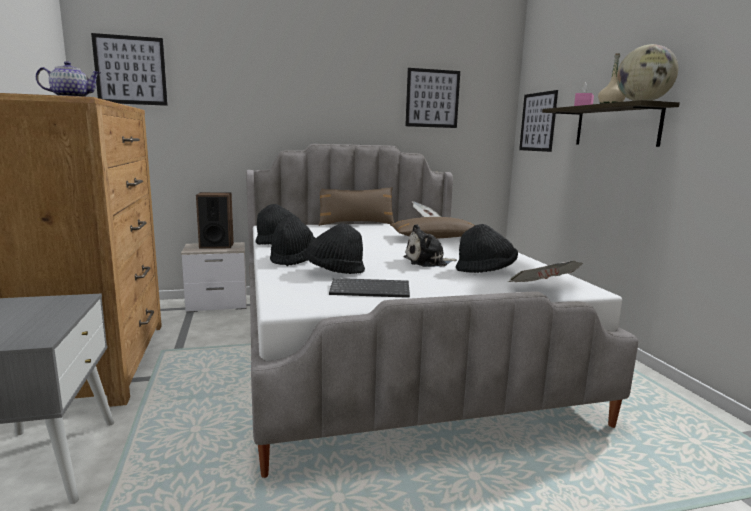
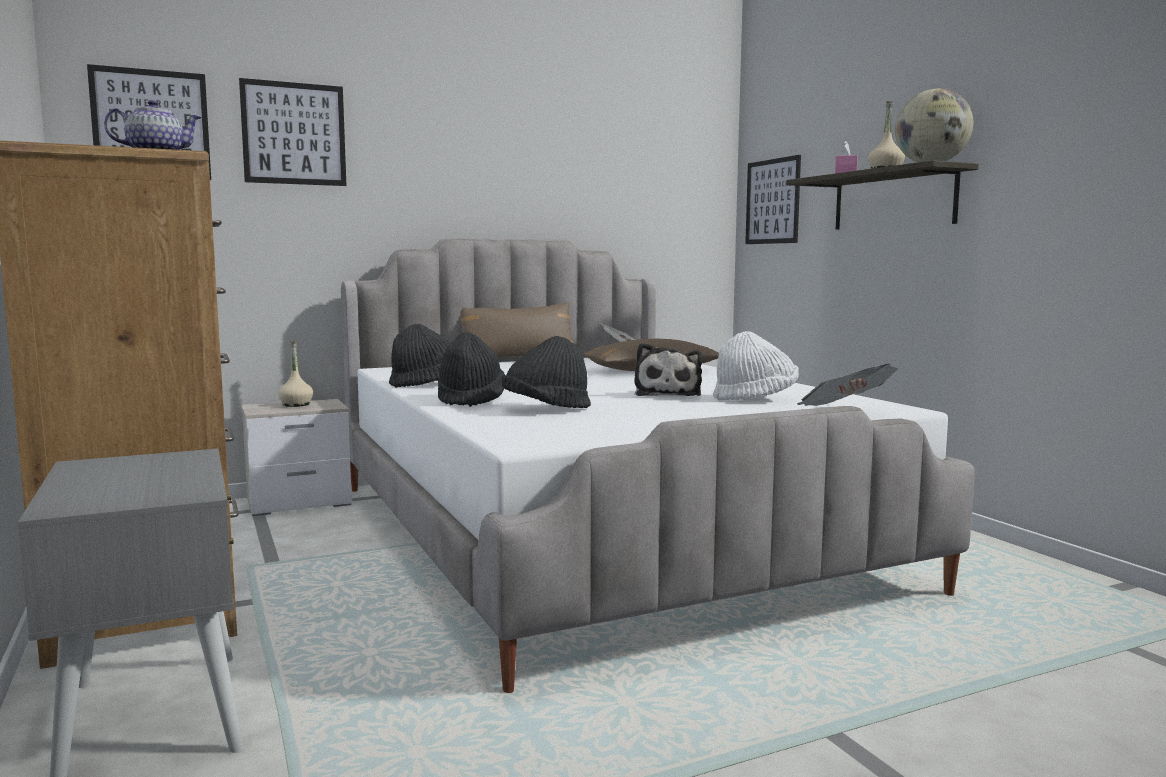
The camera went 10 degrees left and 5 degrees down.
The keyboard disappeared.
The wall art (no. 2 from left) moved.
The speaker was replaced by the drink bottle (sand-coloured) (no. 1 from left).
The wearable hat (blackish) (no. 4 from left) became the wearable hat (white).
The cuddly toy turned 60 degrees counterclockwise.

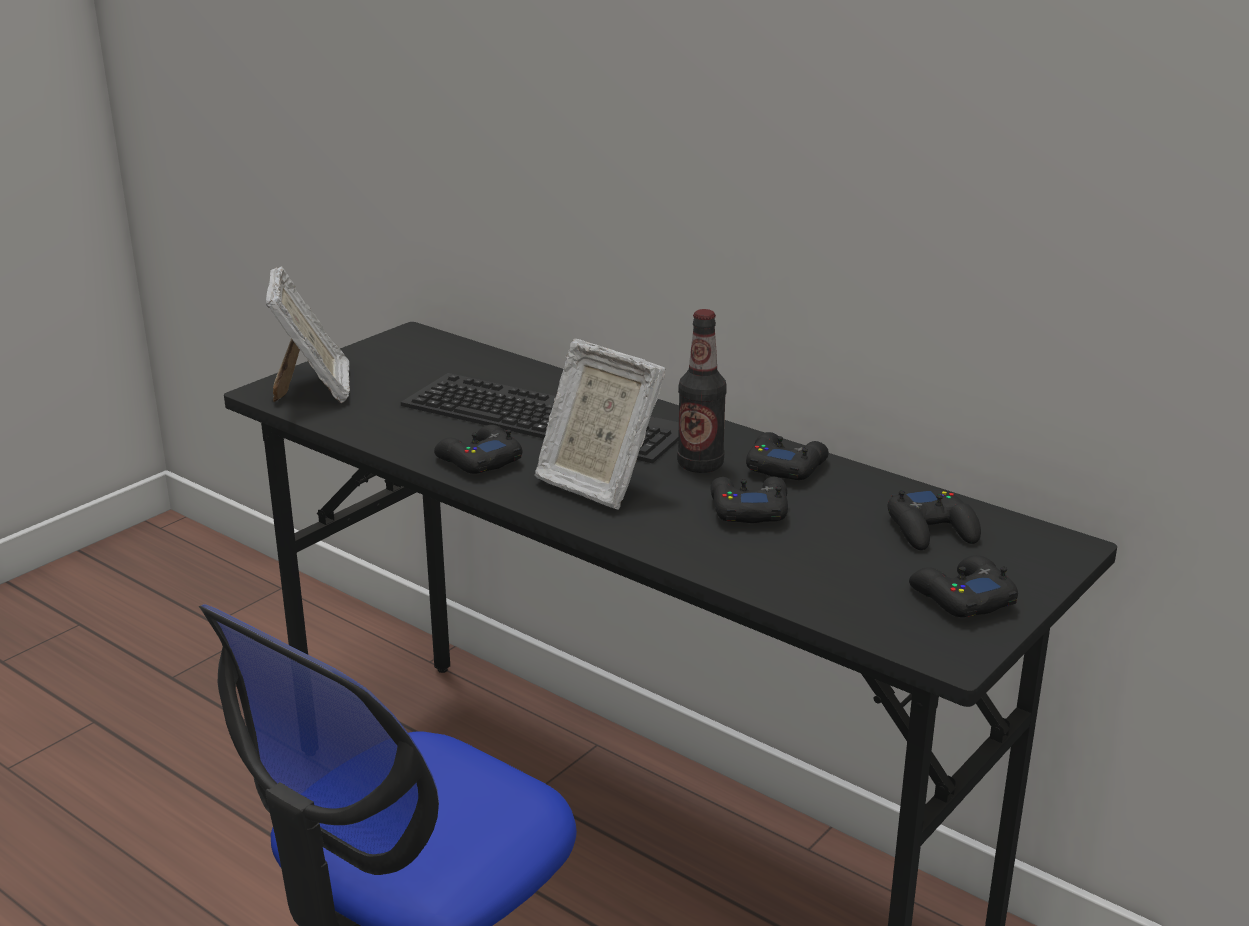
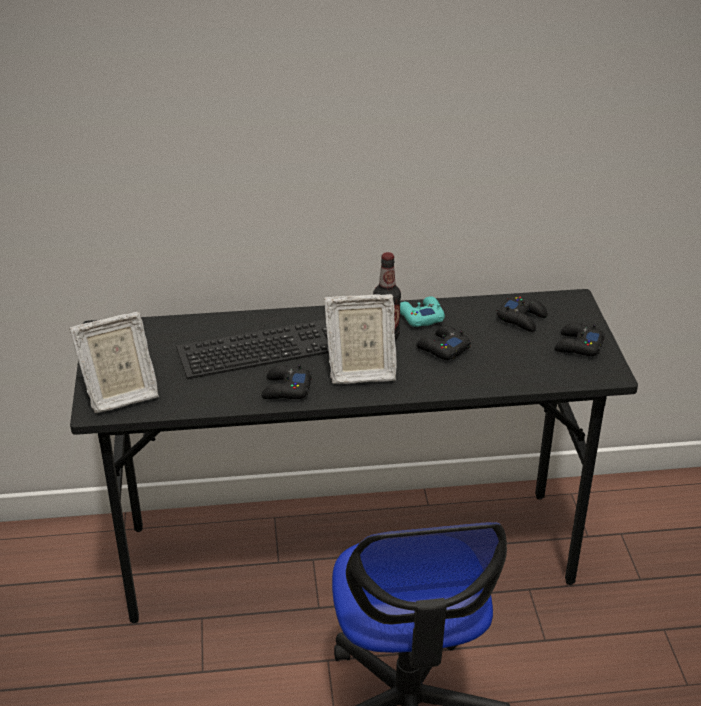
The camera went 45 degrees left and 10 degrees up.
The joypad (blackish) (no. 3 from left) became the joypad (turquoise).
The standing frame (no. 1 from left) turned 120 degrees clockwise.

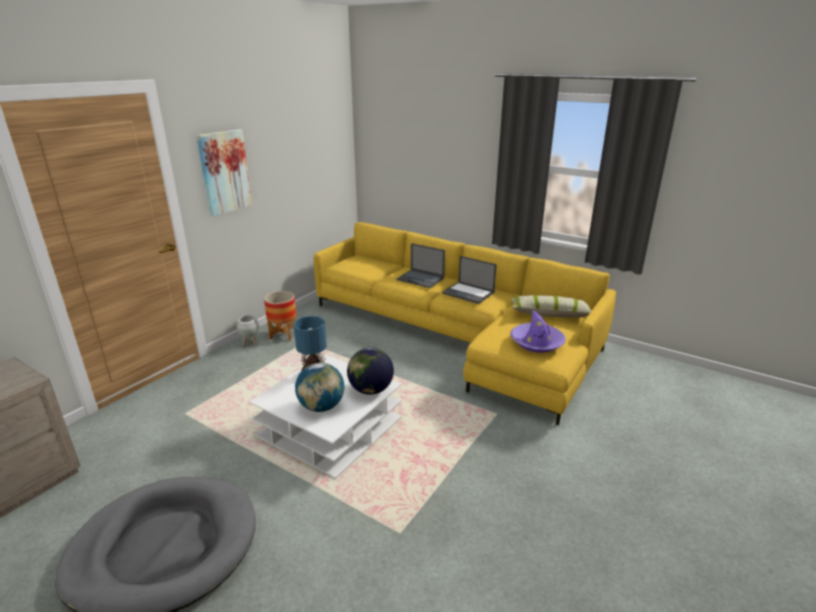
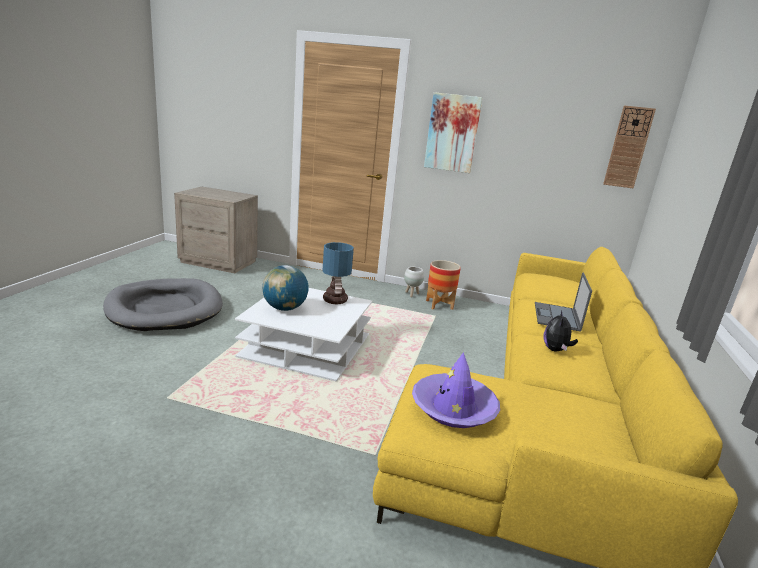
The camera went 70 degrees right and 5 degrees down.
The desk globe (no. 2 from left) disappeared.
The pillow disappeared.
The hanging clock appeared.
The laptop (no. 2 from left) was replaced by the cuddly toy.

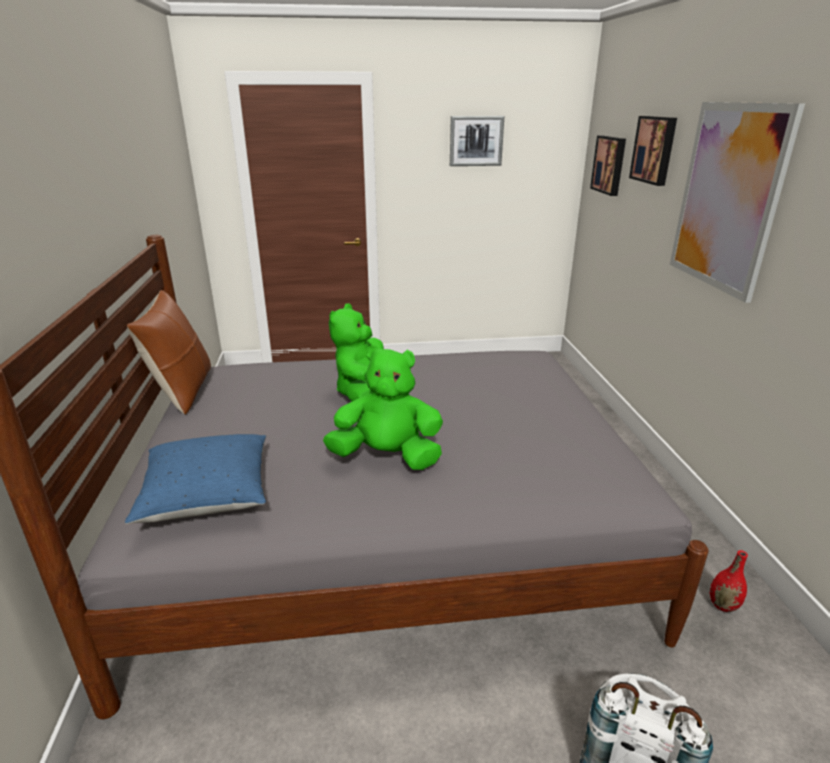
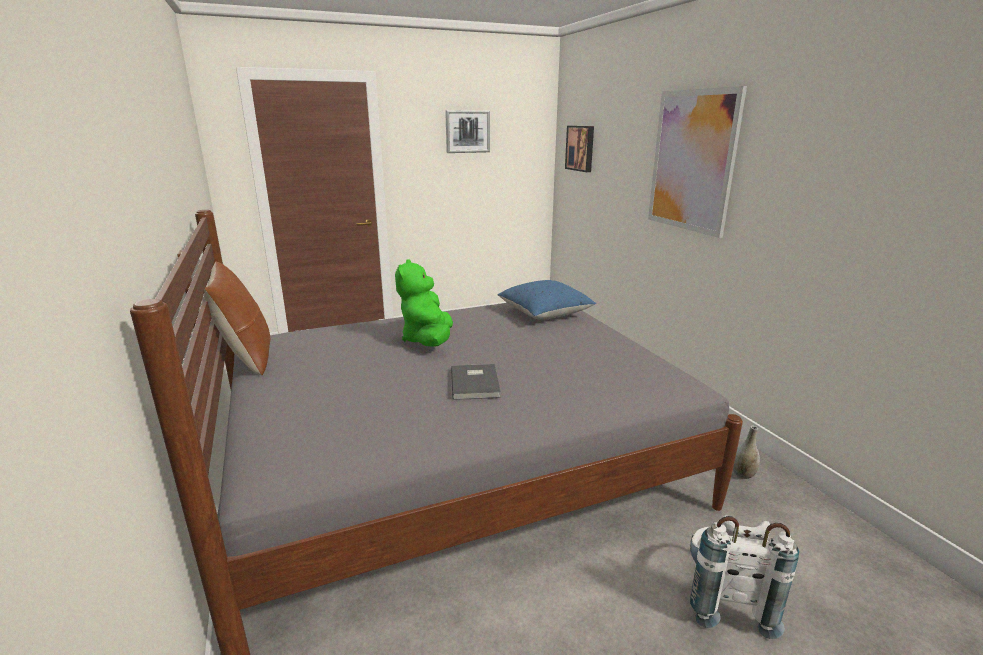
The camera went 15 degrees left and 5 degrees down.
The wall art (no. 3 from left) disappeared.
The pillow (bluish) moved.
The cuddly toy (green-coloured) (no. 2 from left) was replaced by the bound book (gray).
The decorative vase (reddish) became the decorative vase (gray).

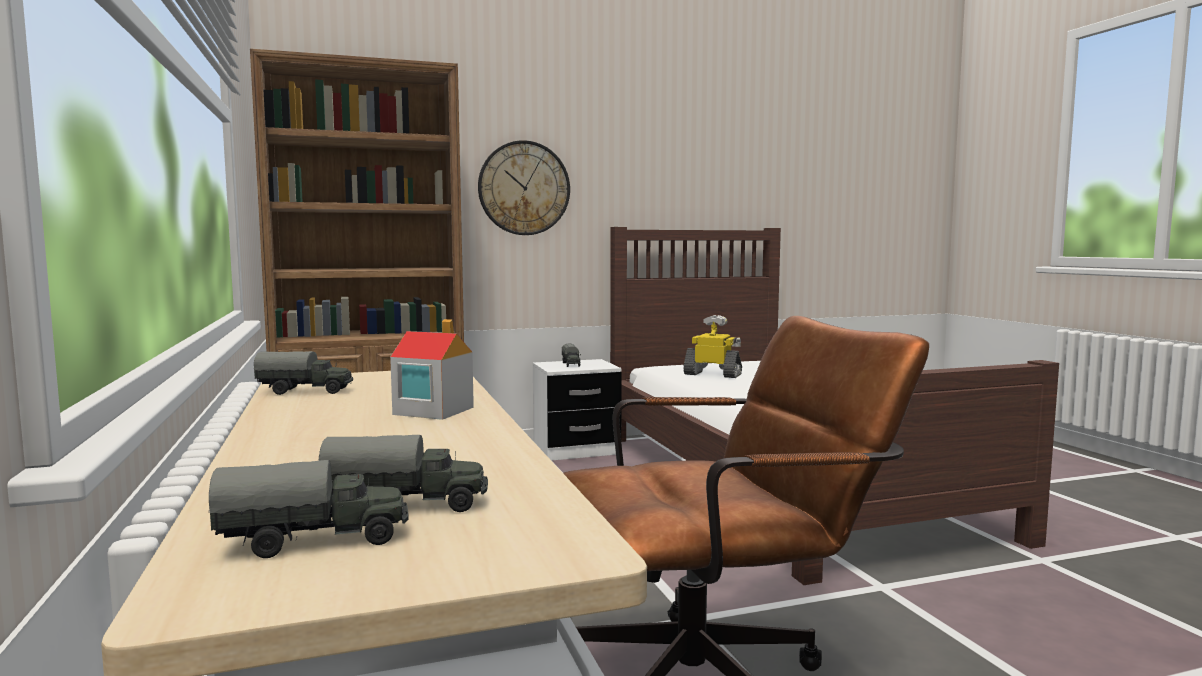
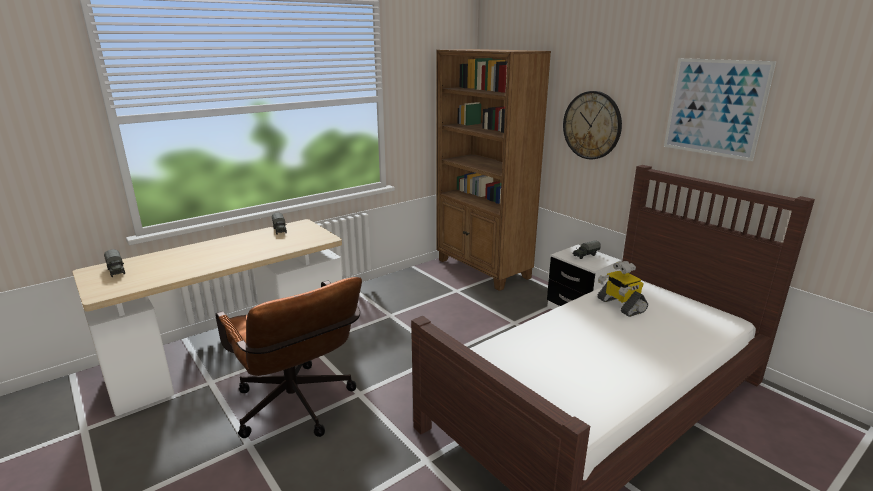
The camera went 70 degrees right and 15 degrees up.
The toy truck (no. 3 from left) disappeared.
The model house disappeared.
The wall art appeared.
The robot figure turned 150 degrees clockwise.

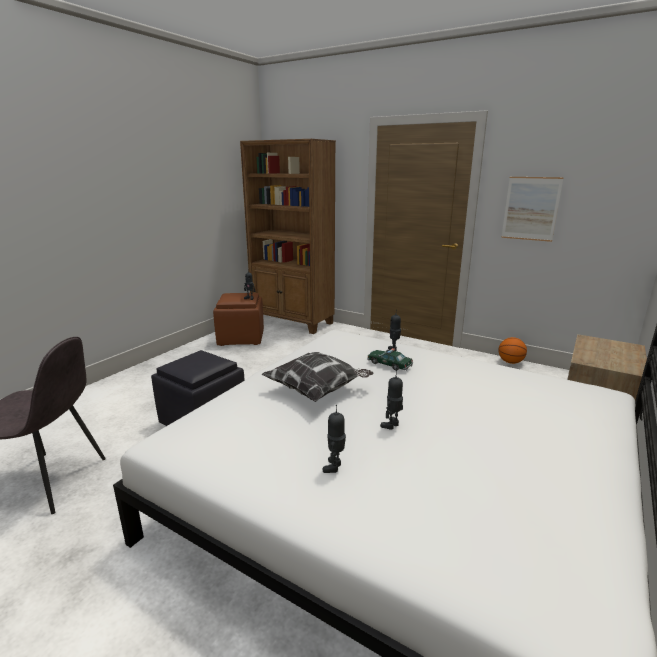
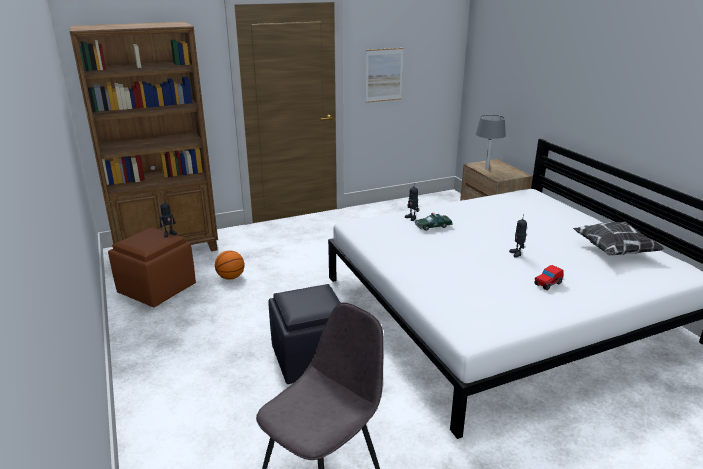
The camera went 55 degrees left and 5 degrees up.
The tabletop lamp (gray) appeared.
The pillow moved.
The ball for basketball moved.
The robot figure (no. 2 from left) was replaced by the model car (no. 2 from left).

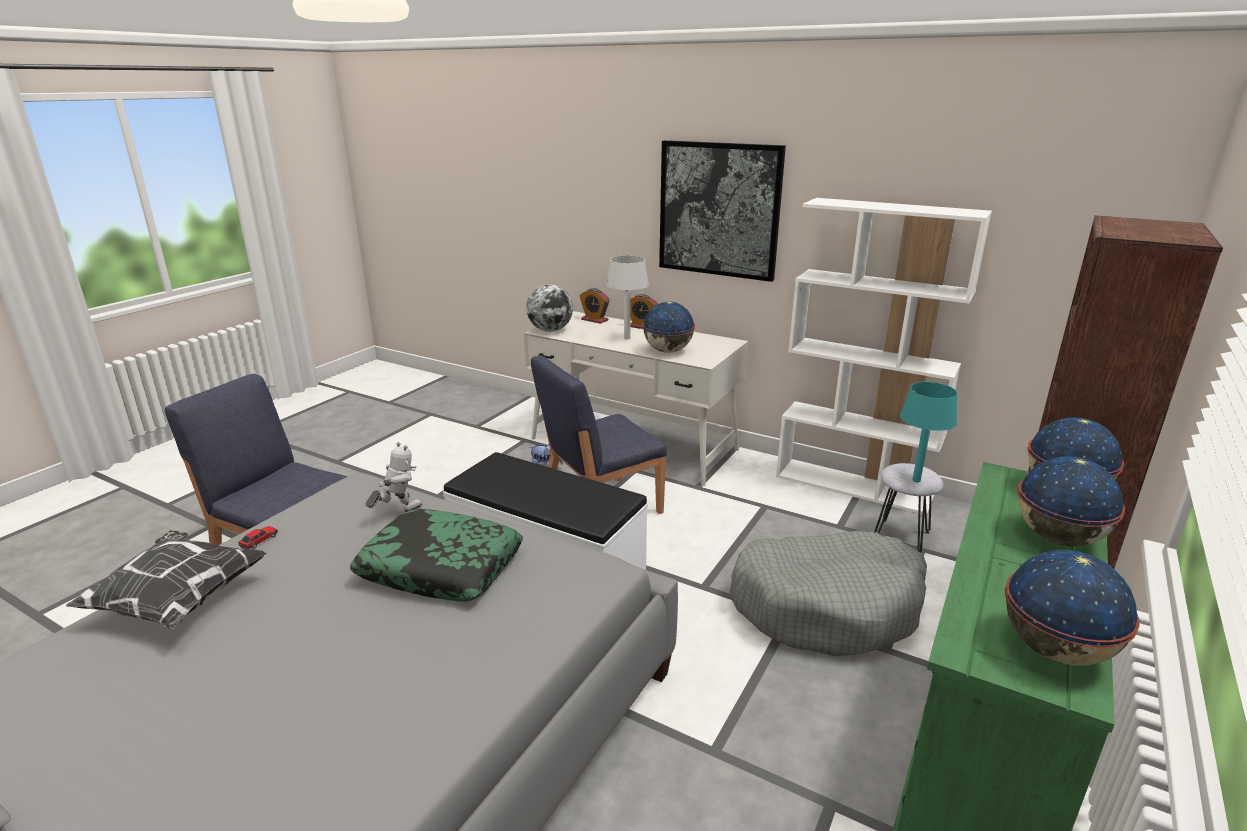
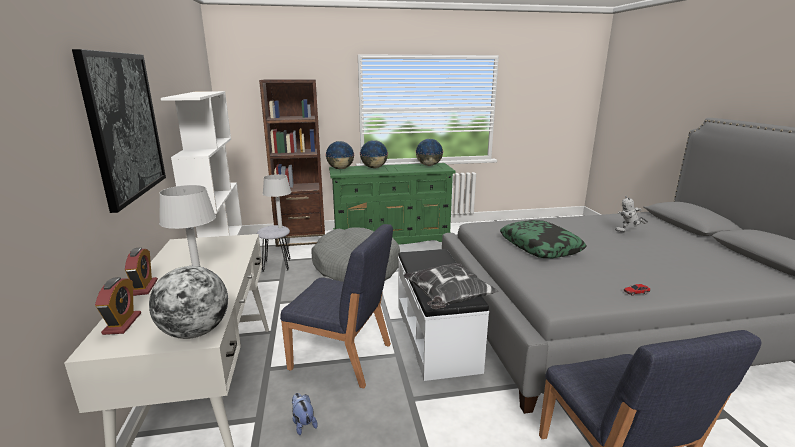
The camera went 130 degrees left and 5 degrees down.
The desk globe (no. 2 from left) disappeared.
The pillow (no. 1 from left) moved.
The robot figure moved.
The tabletop lamp (turquoise) became the tabletop lamp (gray) (no. 2 from left).

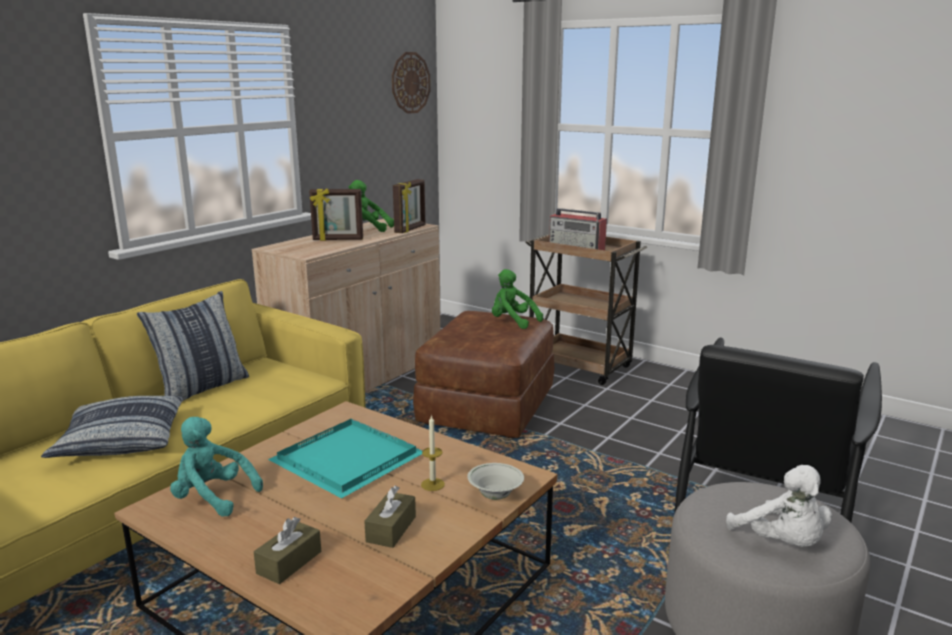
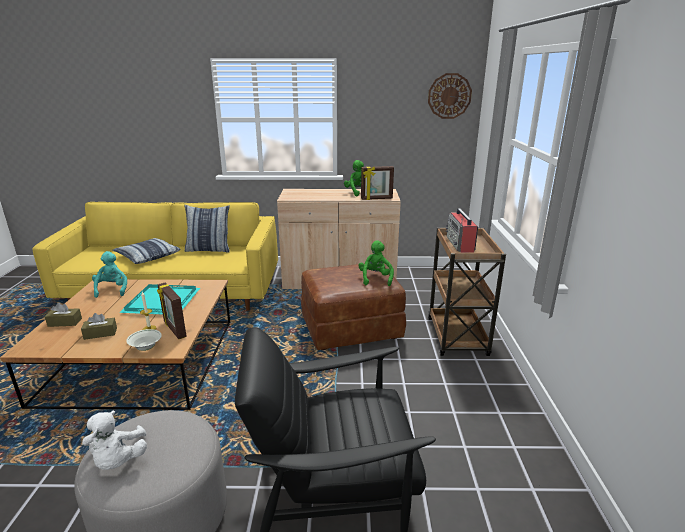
The camera went 55 degrees right and 5 degrees up.
The standing frame (no. 1 from left) moved.
The cuddly toy (white) turned 45 degrees counterclockwise.

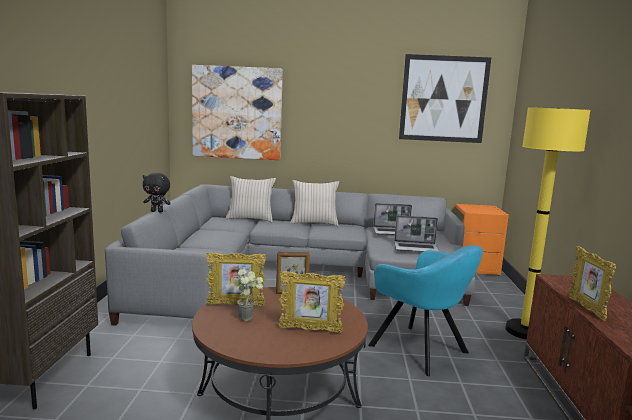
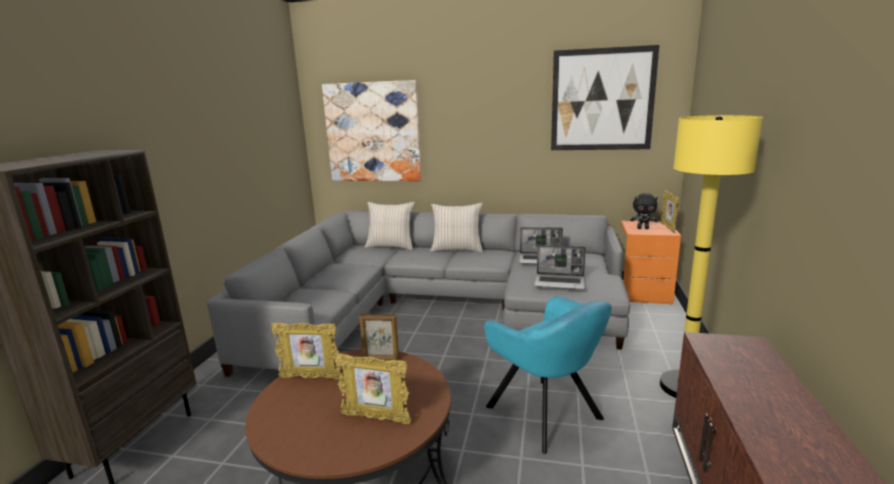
The camera went 10 degrees right and 5 degrees up.
The plant in a pot disappeared.
The cuddly toy (blackish) moved.
The standing frame (no. 4 from left) moved.

